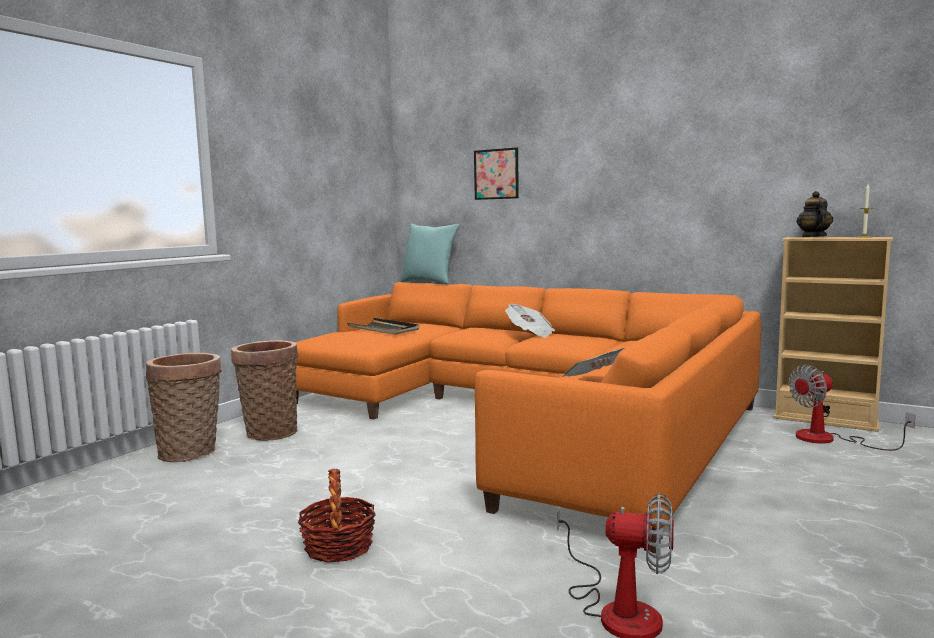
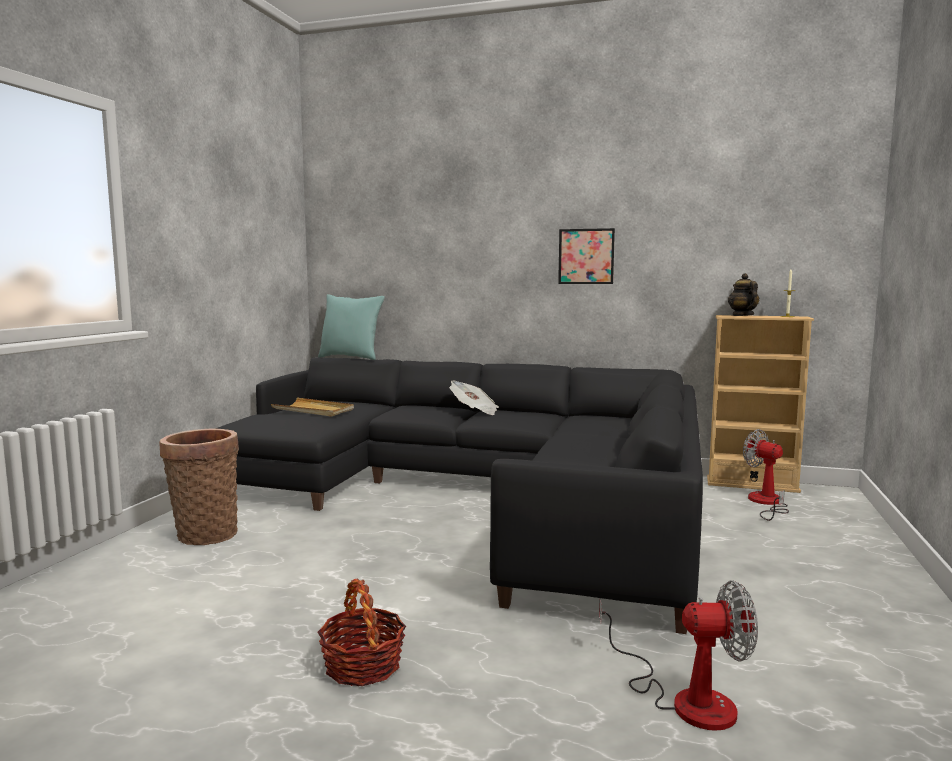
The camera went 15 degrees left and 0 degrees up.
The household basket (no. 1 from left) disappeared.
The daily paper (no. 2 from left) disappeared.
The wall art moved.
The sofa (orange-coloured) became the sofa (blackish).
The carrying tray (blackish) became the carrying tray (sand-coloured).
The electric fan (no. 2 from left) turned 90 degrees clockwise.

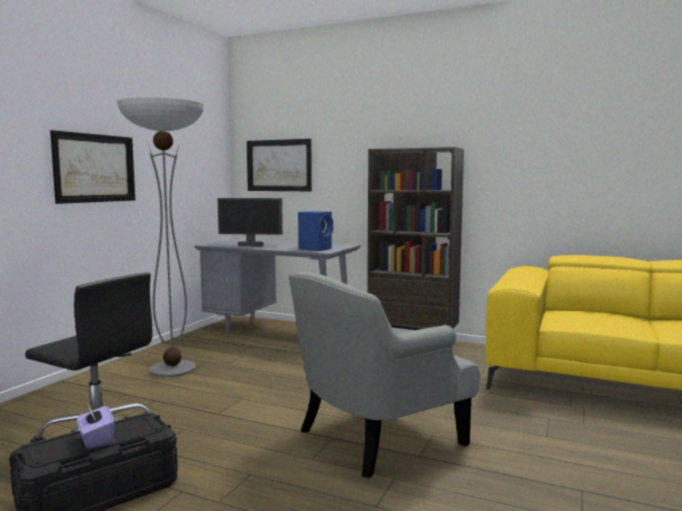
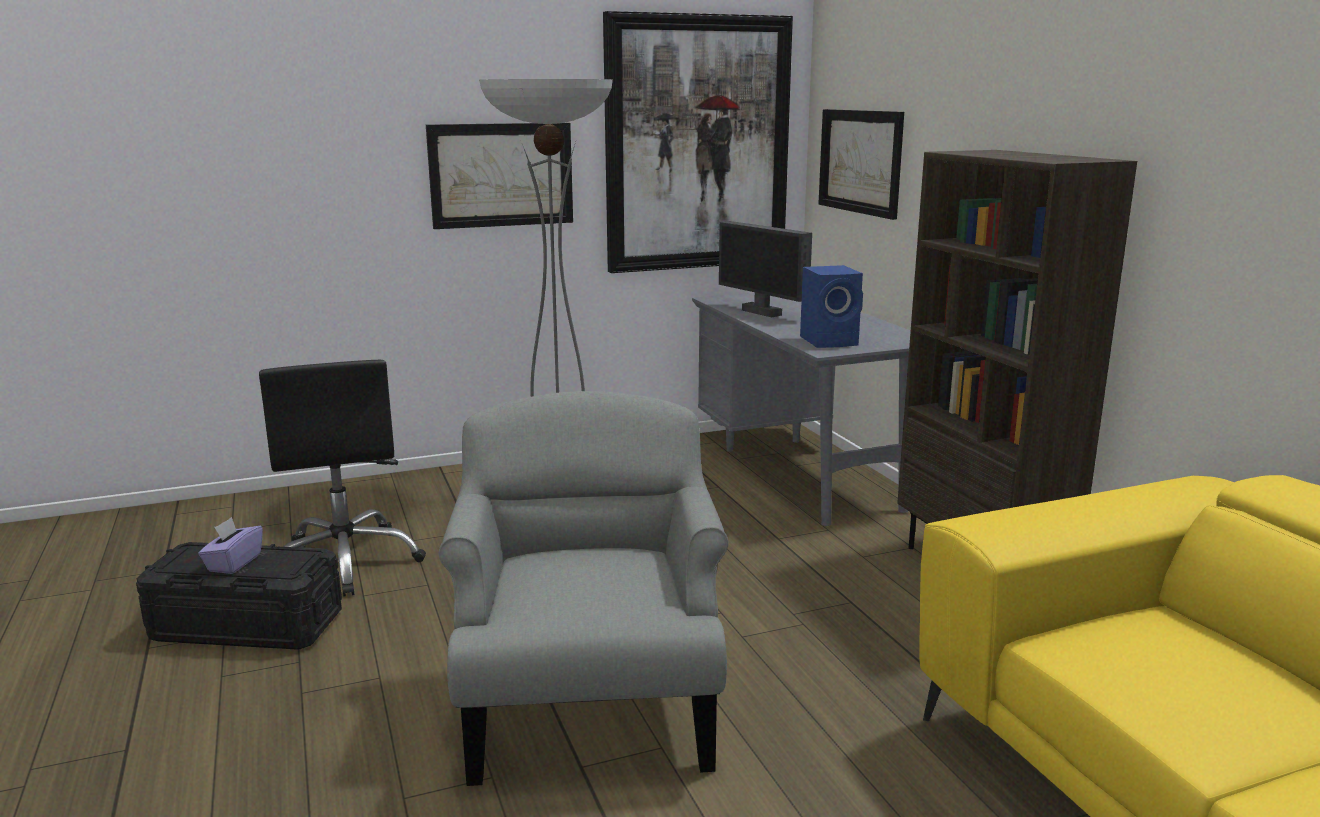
The camera went 45 degrees right and 10 degrees up.
The wall art (no. 2 from left) appeared.
The armchair (gray) turned 75 degrees clockwise.

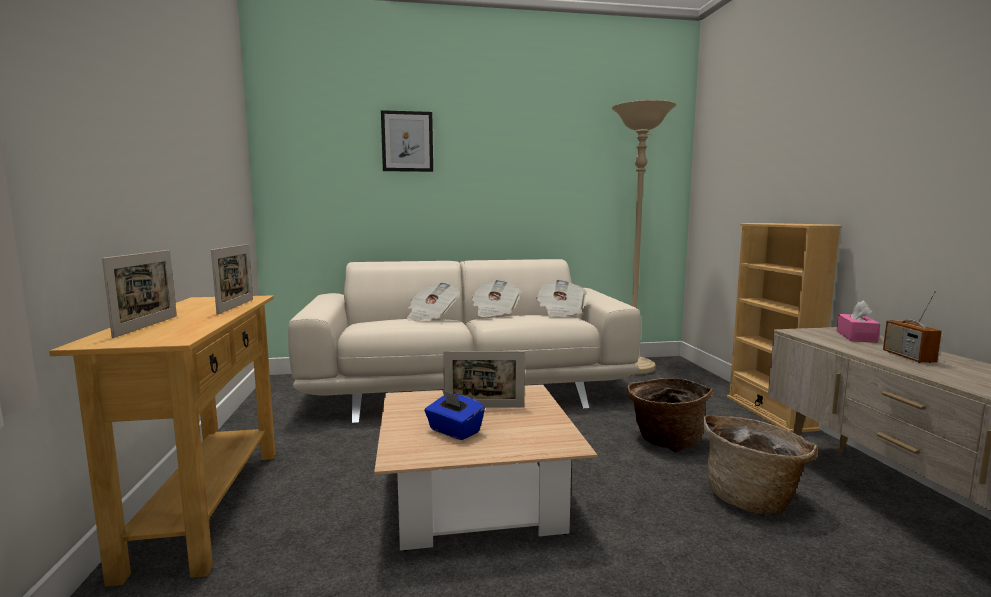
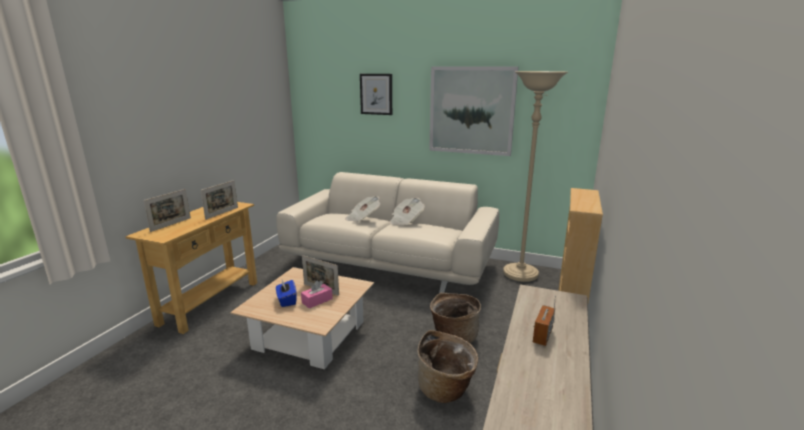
The camera went 30 degrees right and 10 degrees up.
The daily paper (no. 3 from left) disappeared.
The wall art (no. 2 from left) appeared.
The box of tissues (pinkish) moved.

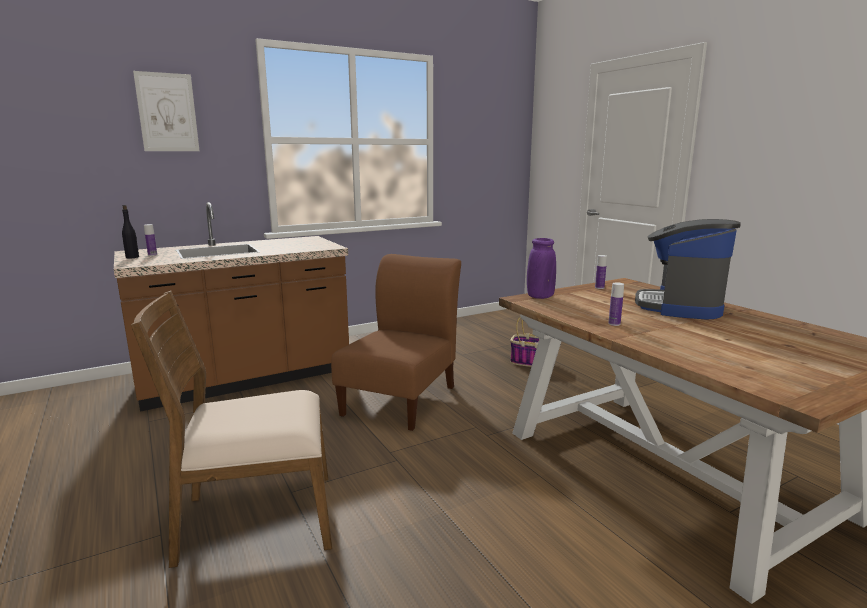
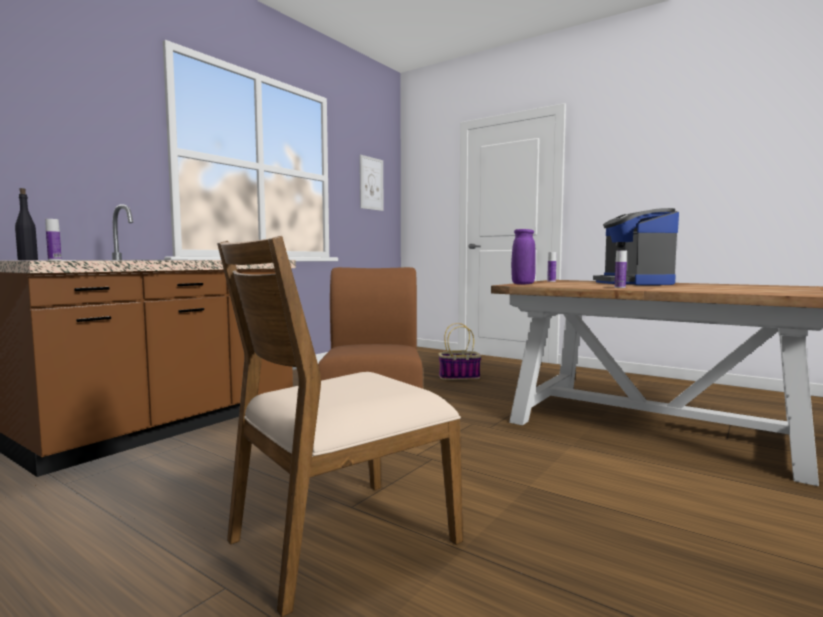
The camera went 25 degrees left and 10 degrees down.
The wall art moved.

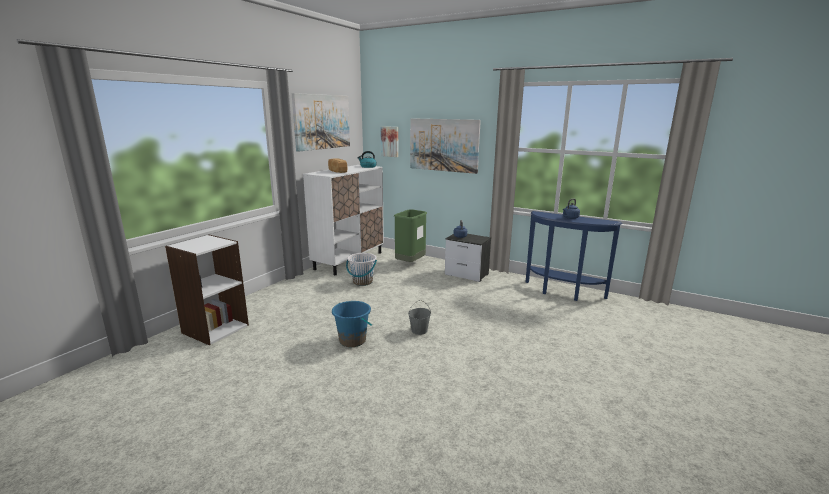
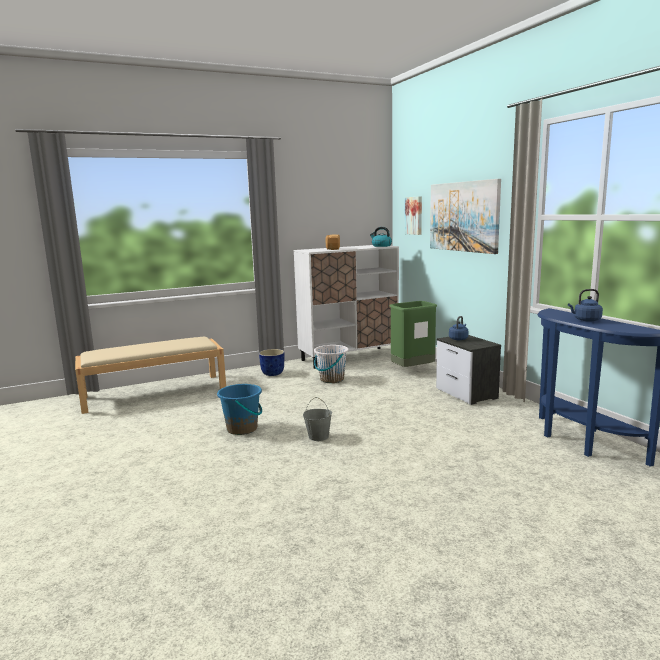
The camera went 35 degrees right and 5 degrees down.
The wall art (no. 1 from left) disappeared.
The plant pot appeared.
The bookcase (white) was replaced by the indoor bench (sand-coloured).

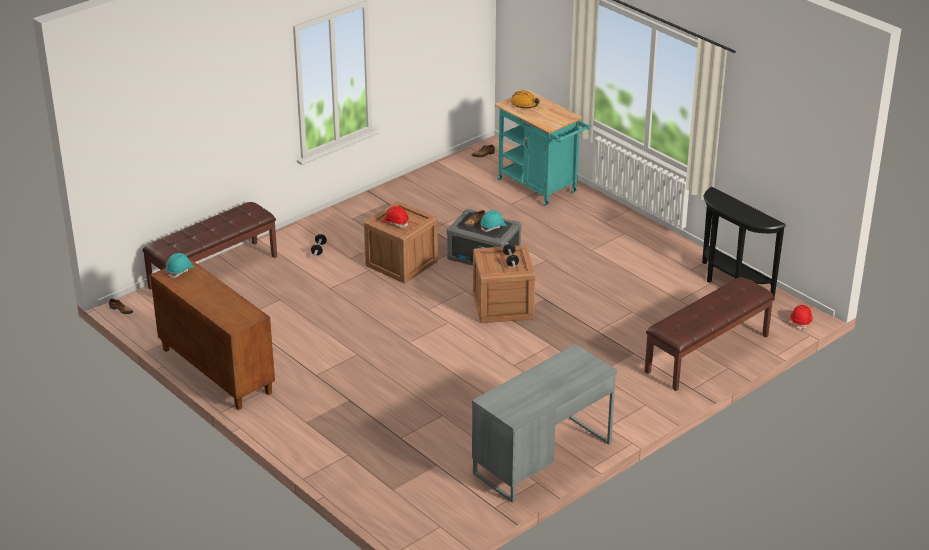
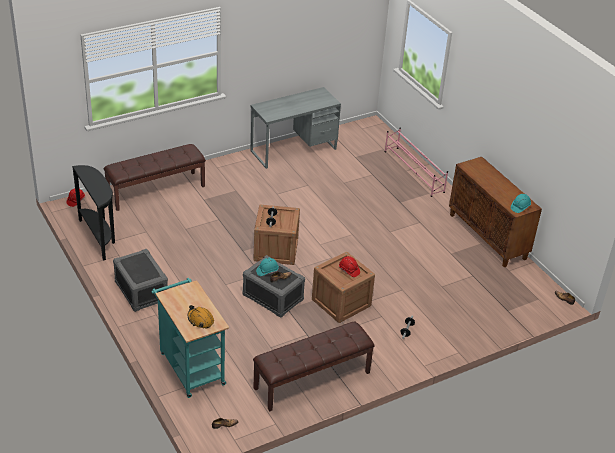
The camera went 170 degrees left and 5 degrees up.
The storage container (gray) (no. 1 from left) appeared.
The shoe stand (pinkish) appeared.
The indoor bench (brownish) (no. 1 from left in the first image) moved.

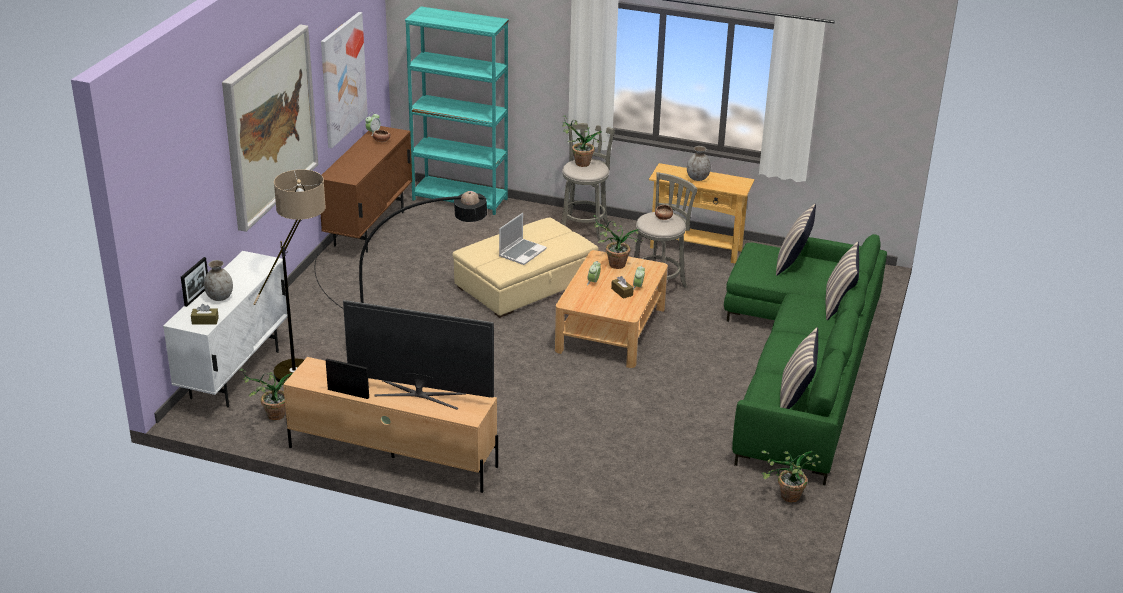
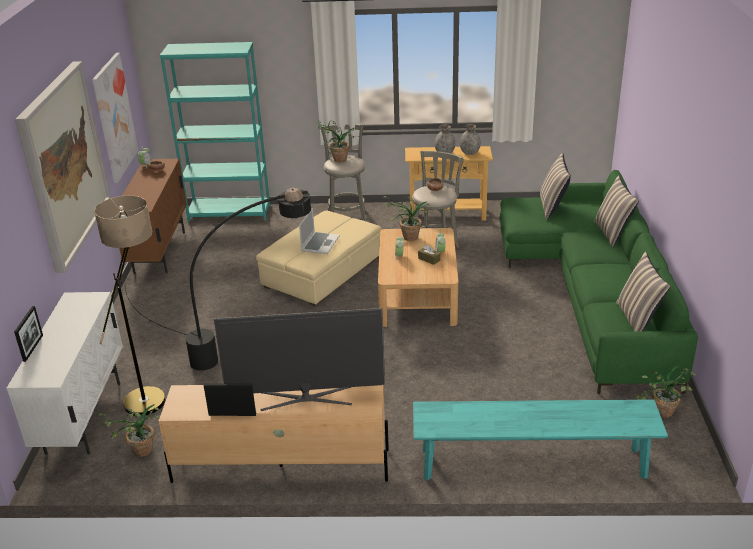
The camera went 15 degrees left and 0 degrees up.
The box of tissues (brownish) (no. 1 from left) disappeared.
The indoor bench (turquoise) appeared.
The decorative vase (gray) (no. 1 from left in the first image) moved.

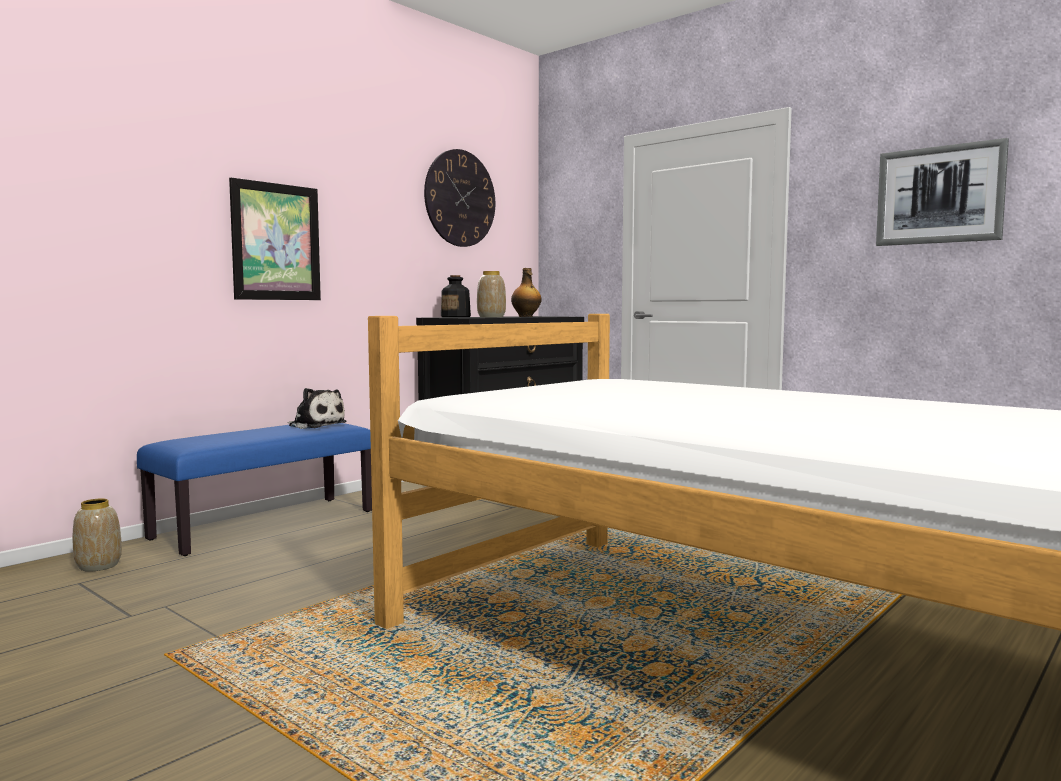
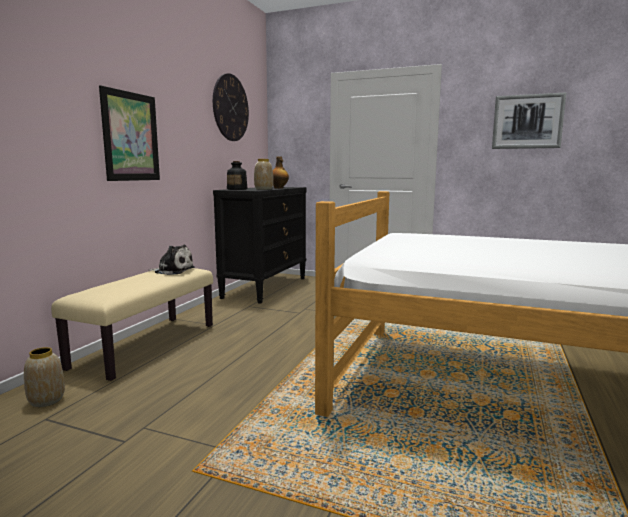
The camera went 20 degrees left and 5 degrees up.
The indoor bench (bluish) became the indoor bench (sand-coloured).

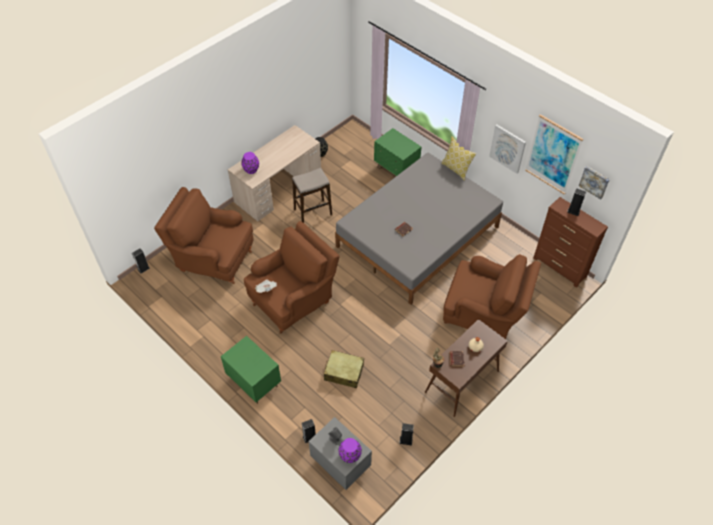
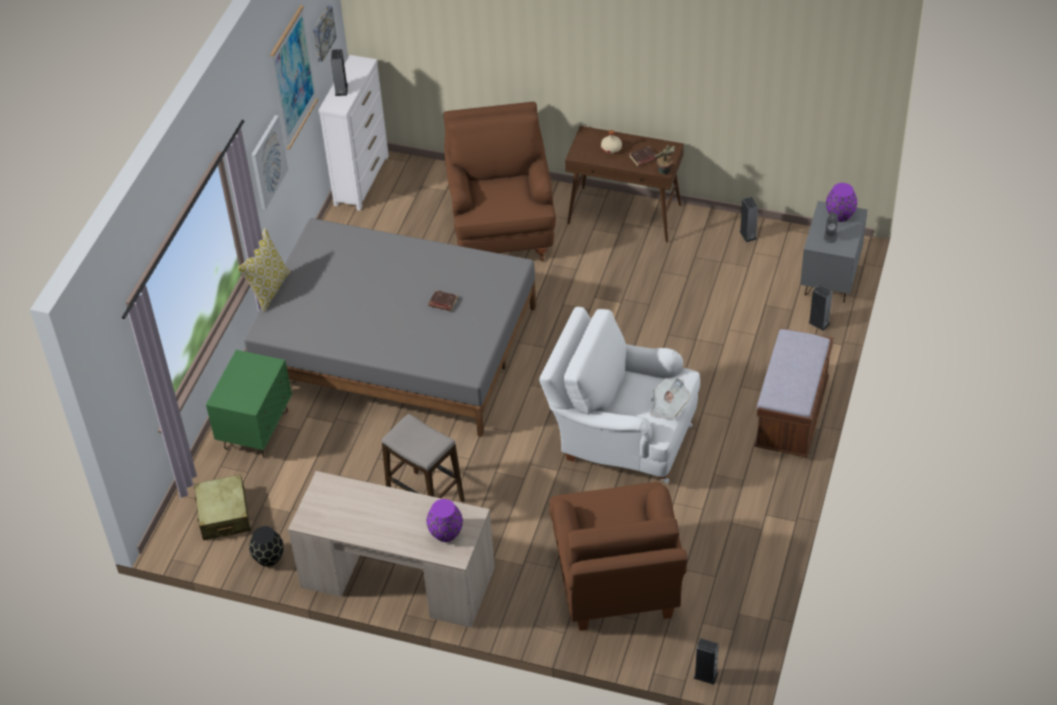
The camera went 115 degrees left and 5 degrees down.
The suitcase (sand-coloured) moved.
The nightstand (green-coloured) (no. 1 from left) was replaced by the indoor bench (brownish).
The armchair (brownish) (no. 2 from left) became the armchair (white).
The chest of drawers (brownish) became the chest of drawers (white).

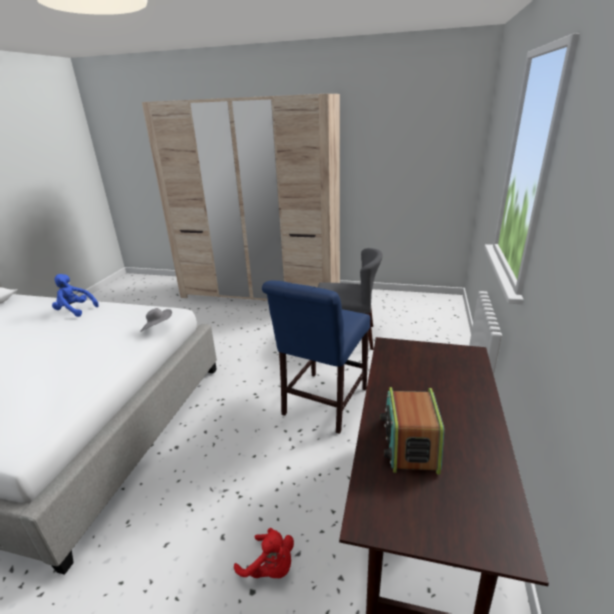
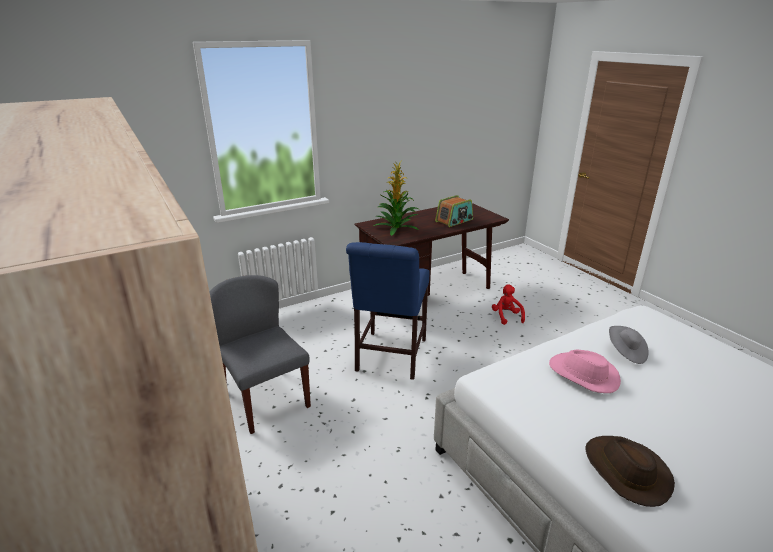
The camera went 135 degrees left and 0 degrees up.
The plant in a pot appeared.
The wearable hat (pinkish) appeared.
The wearable hat (gray) moved.
The cuddly toy (bluish) was replaced by the wearable hat (brownish).
The plain chair (bluish) turned 120 degrees clockwise.

